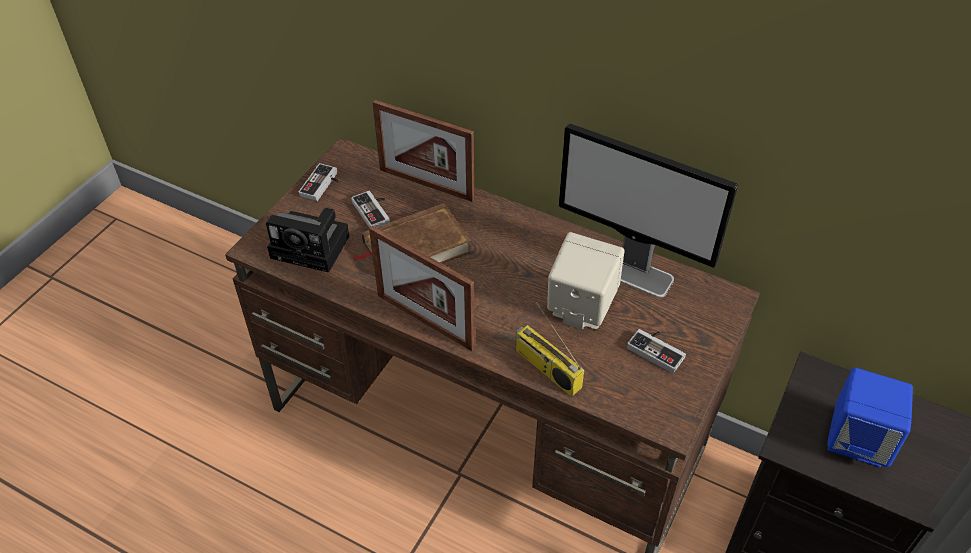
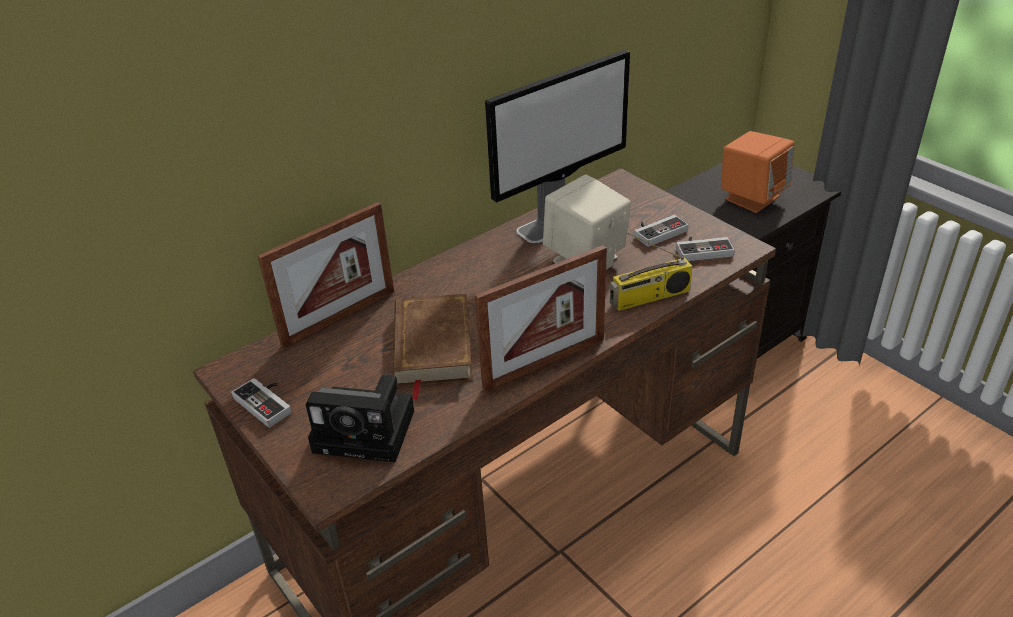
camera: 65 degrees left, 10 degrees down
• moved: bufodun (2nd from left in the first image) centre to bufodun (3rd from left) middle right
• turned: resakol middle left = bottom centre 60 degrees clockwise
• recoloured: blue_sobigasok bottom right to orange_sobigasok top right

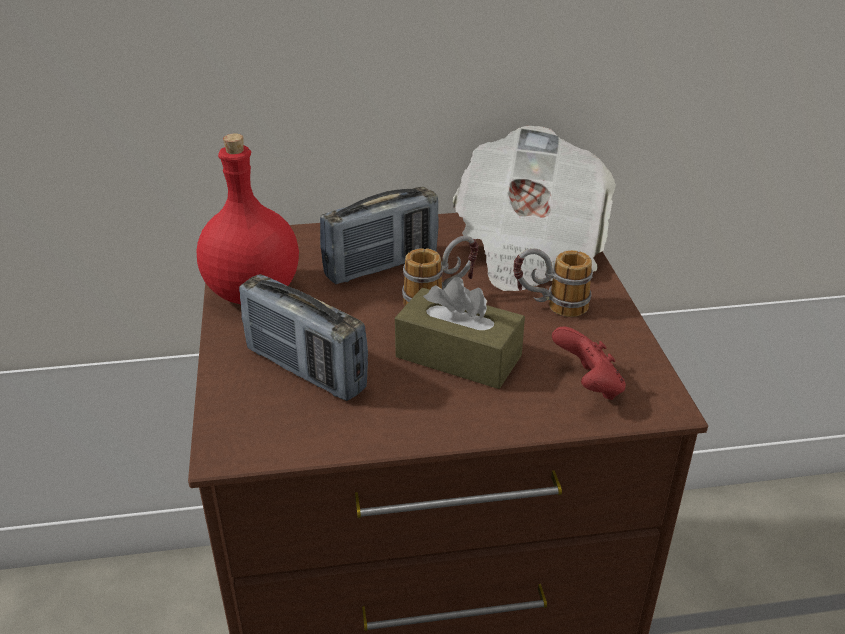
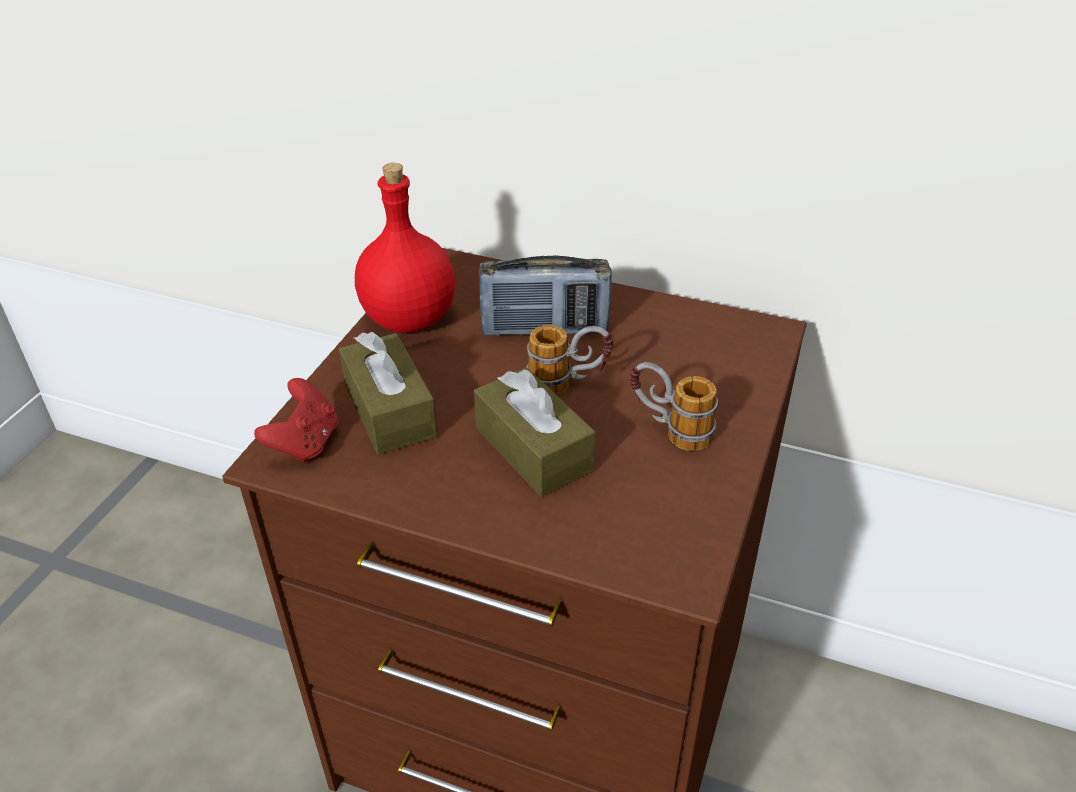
camera: 30 degrees right, 5 degrees up
• removed: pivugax top centre
• replaced: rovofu (1st from left) centre to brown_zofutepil (1st from left) centre
• moved: red_bufodun middle right to middle left

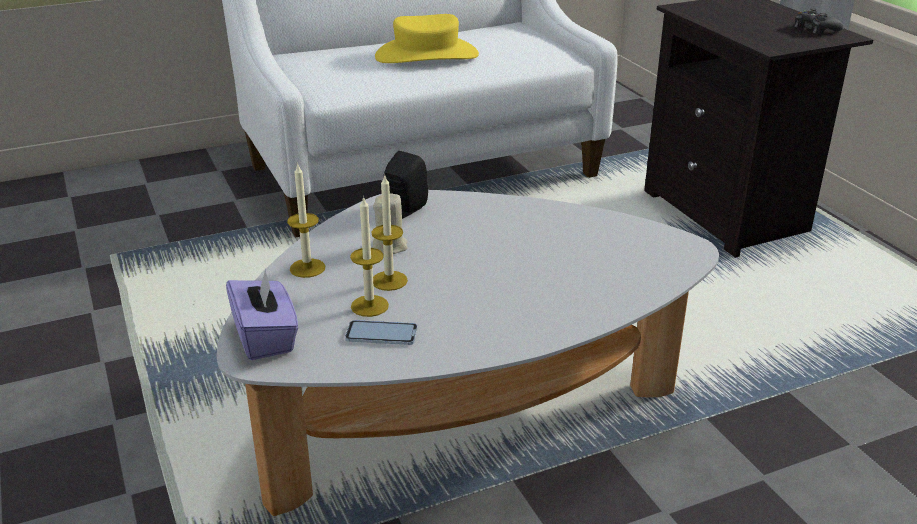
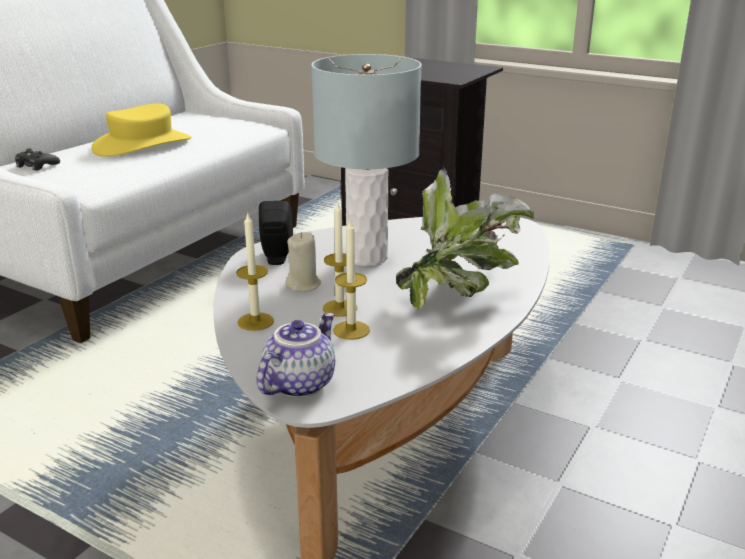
camera: 35 degrees left, 5 degrees down
• moved: black_bufodun top right to top left
• replaced: purple_zofutepil middle left to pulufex centre
• removed: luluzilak centre
• added: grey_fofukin top centre
• added: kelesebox centre

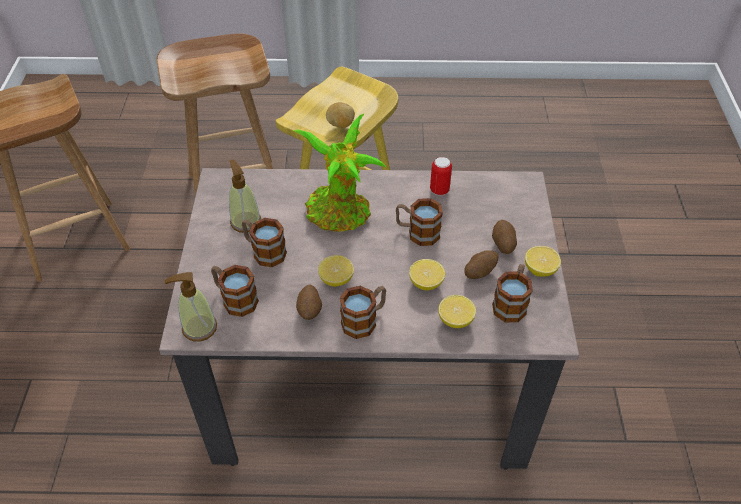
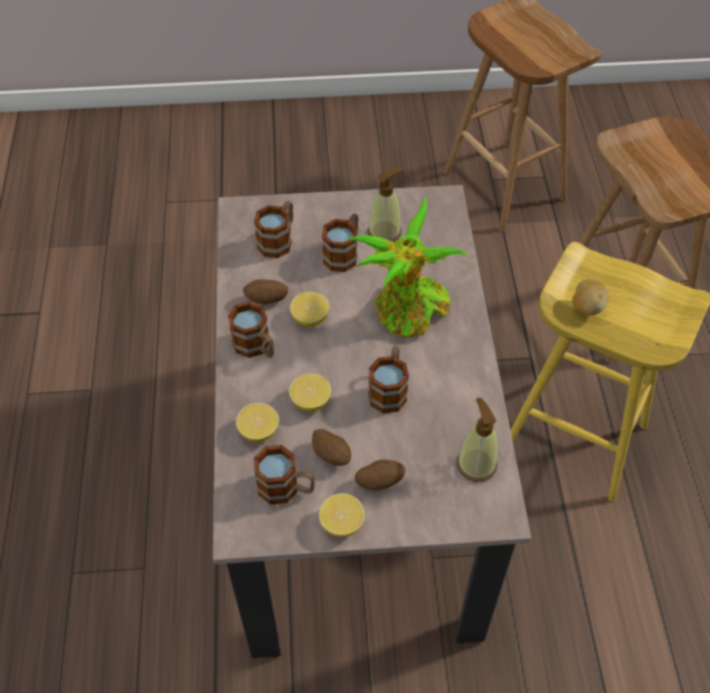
camera: 85 degrees right, 5 degrees up
• removed: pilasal centre
• moved: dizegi (1st from left in the first image) middle left to dizegi (2nd from left) middle right

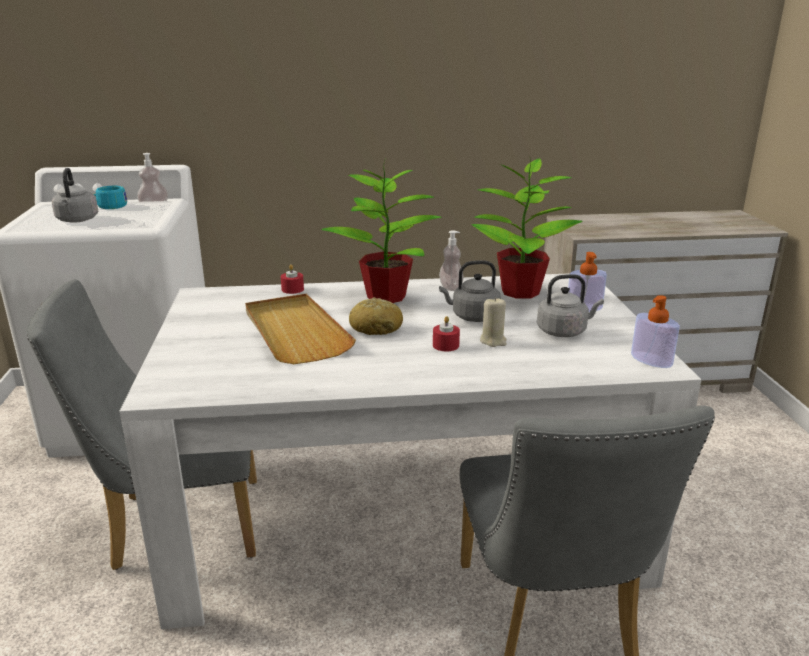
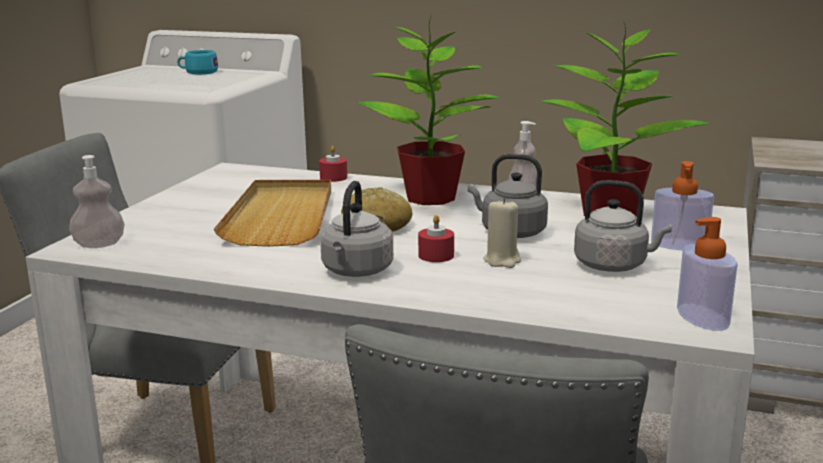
camera: 25 degrees right, 5 degrees down
• moved: dizegi (1st from left) top left to middle left
• moved: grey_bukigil (1st from left) top left to centre

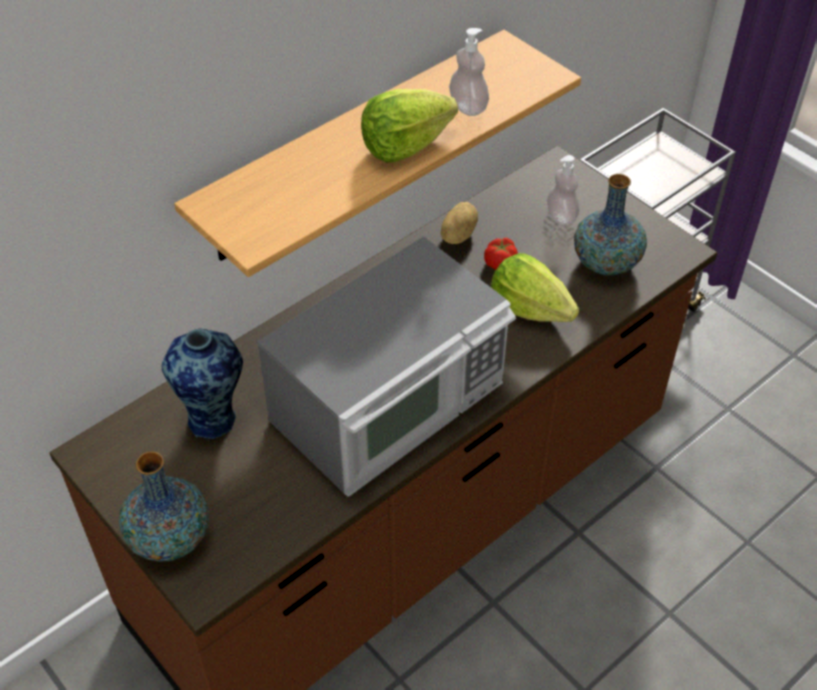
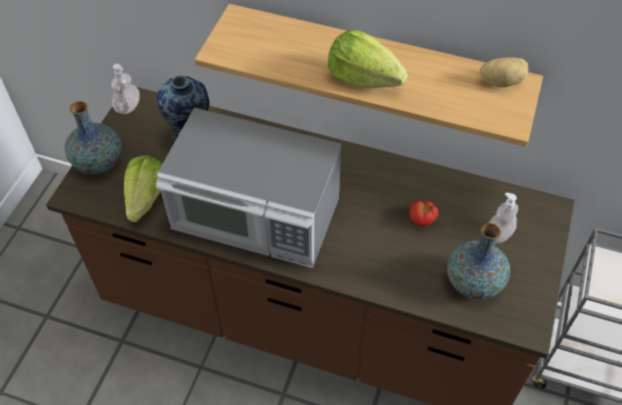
camera: 60 degrees right, 5 degrees up
• moved: dizegi (1st from left) top centre to top left
• moved: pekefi top centre to top right
• moved: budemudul (2nd from left in the first image) centre to budemudul (1st from left) middle left

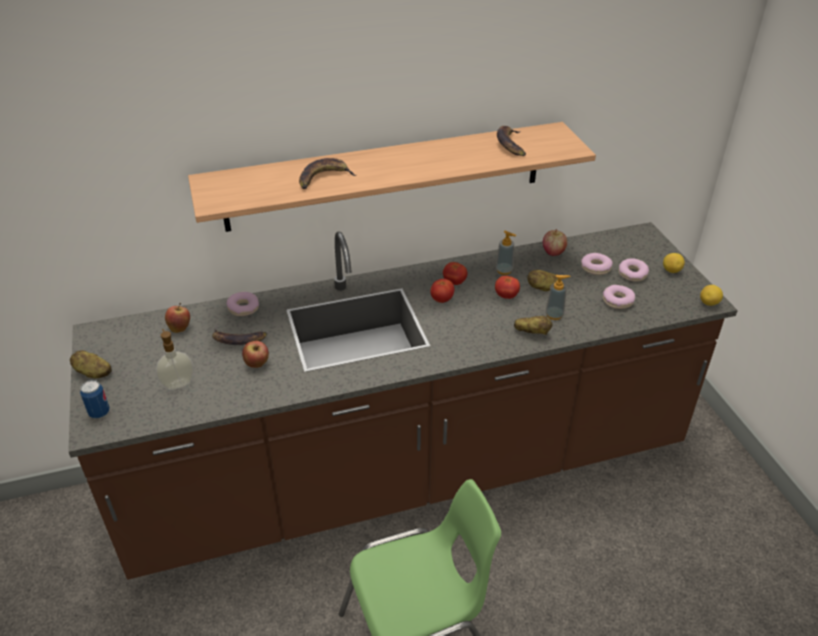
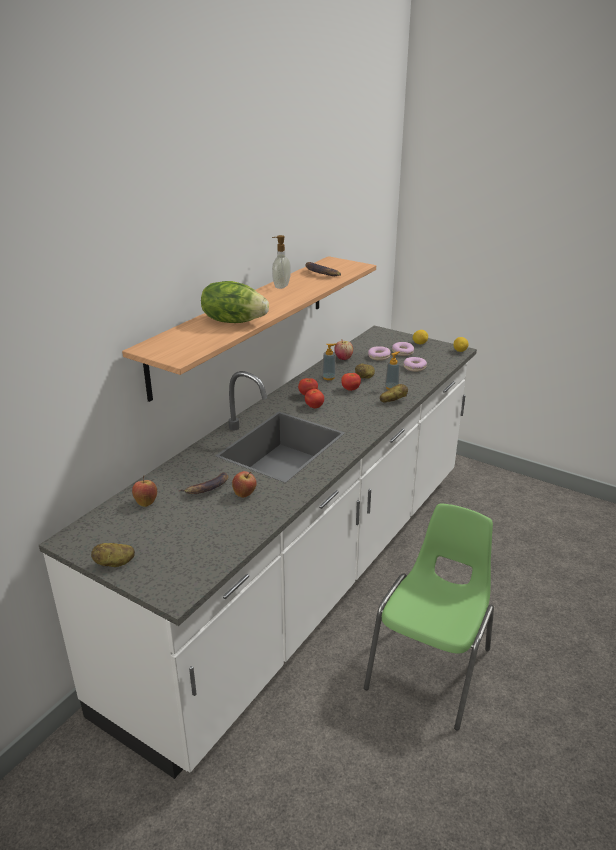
camera: 40 degrees left, 10 degrees down
• replaced: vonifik (2nd from left) top centre to budemudul centre
• recoloured: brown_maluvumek centre to white_maluvumek centre
• removed: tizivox (1st from left) middle left
• moved: dizegi (1st from left) middle left to top centre
• removed: pilasal middle left

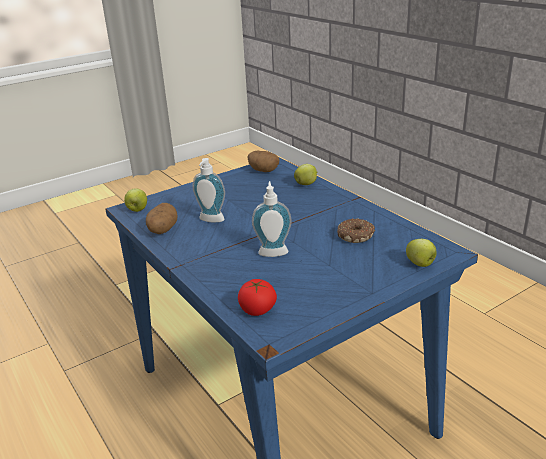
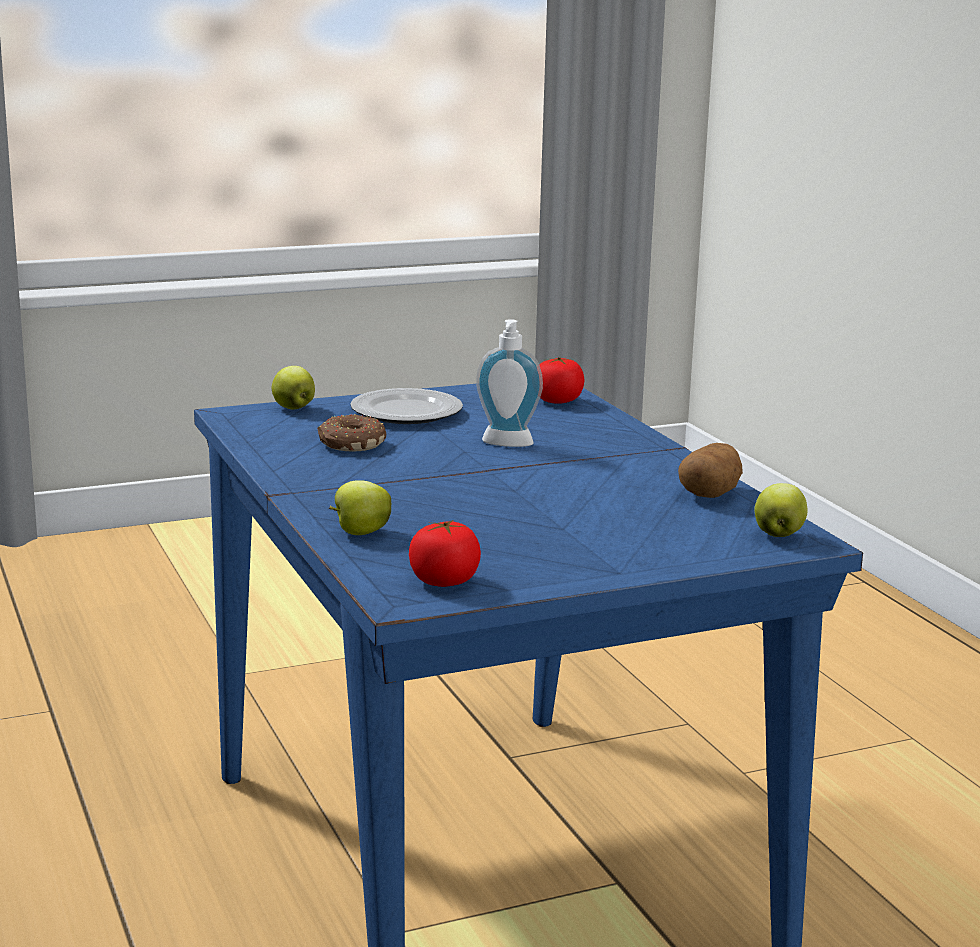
camera: 170 degrees left, 10 degrees down
• replaced: pekefi (2nd from left) centre to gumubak (1st from left) centre
• removed: dizegi (1st from left) centre
• added: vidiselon centre

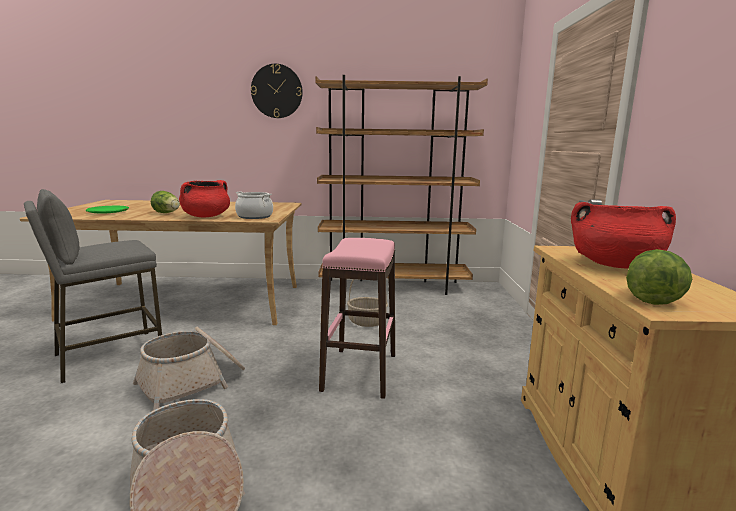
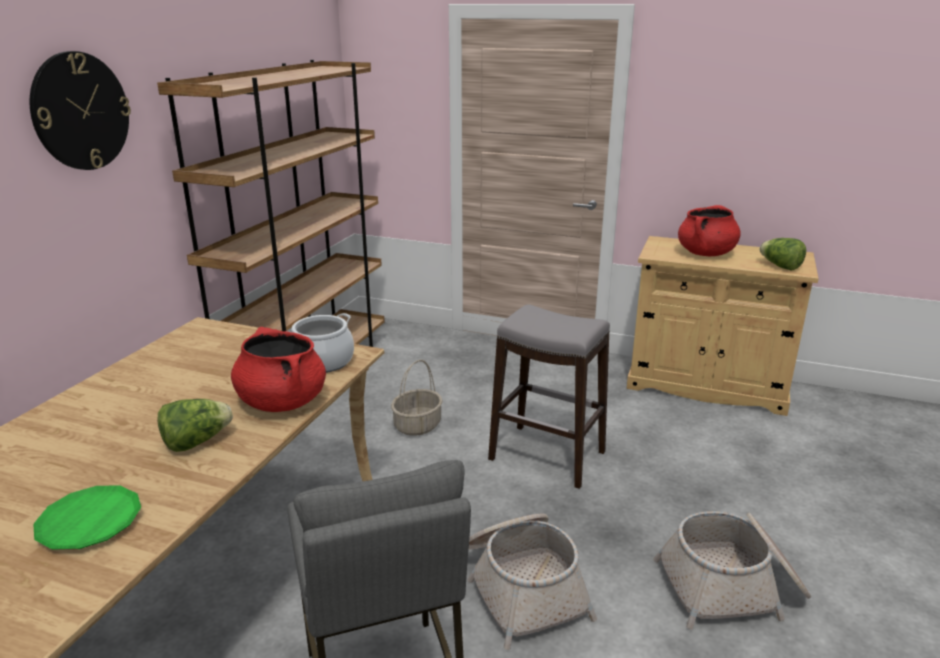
camera: 70 degrees left, 10 degrees up
• recoloured: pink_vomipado centre to grey_vomipado (2nd from left) centre

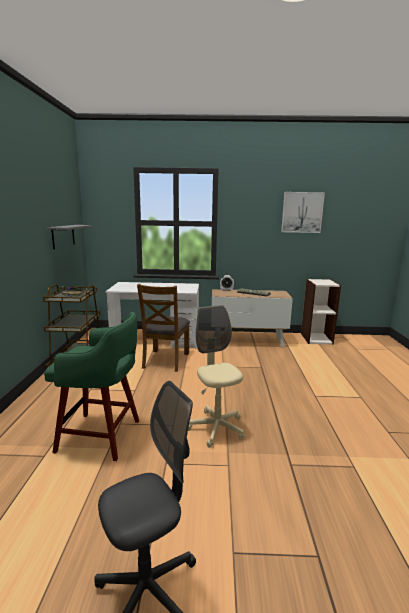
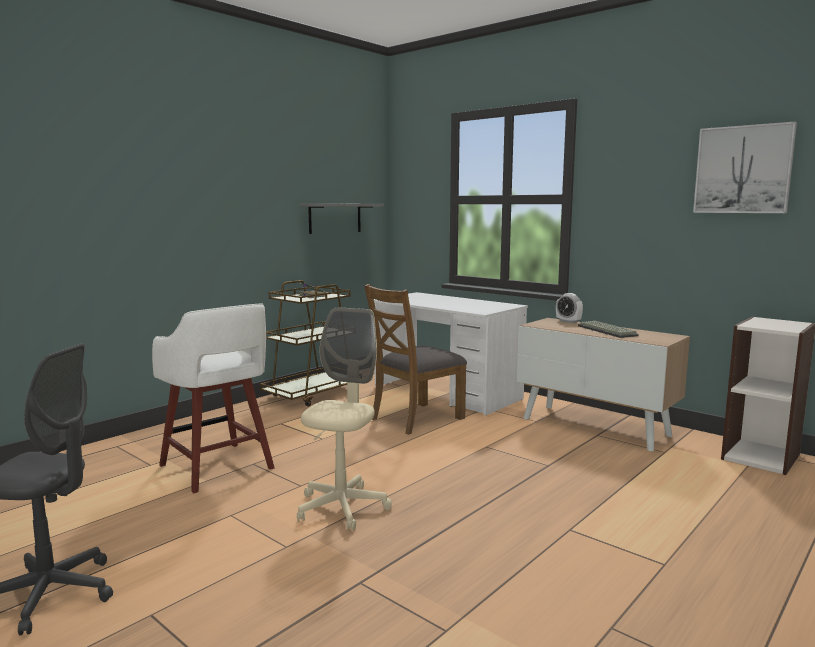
camera: 40 degrees right, 5 degrees down
• recoloured: green_vomipado middle left to white_vomipado middle left

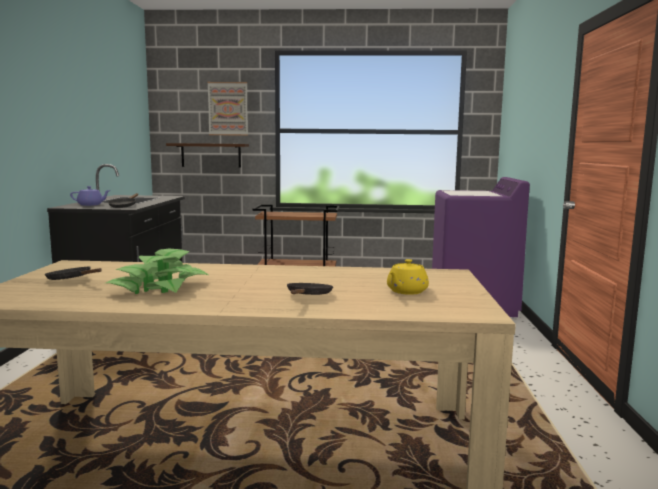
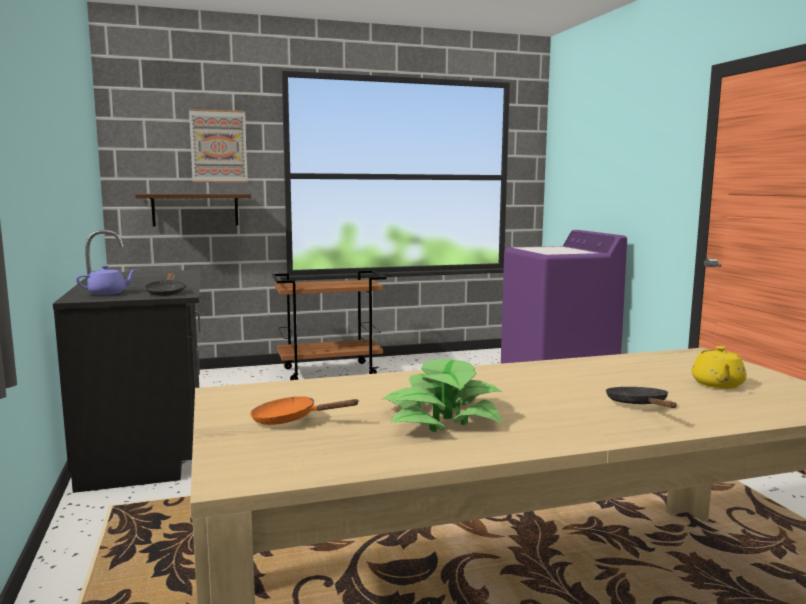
camera: 20 degrees left, 0 degrees up
• recoloured: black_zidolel (1st from left) middle left to orange_zidolel bottom centre

